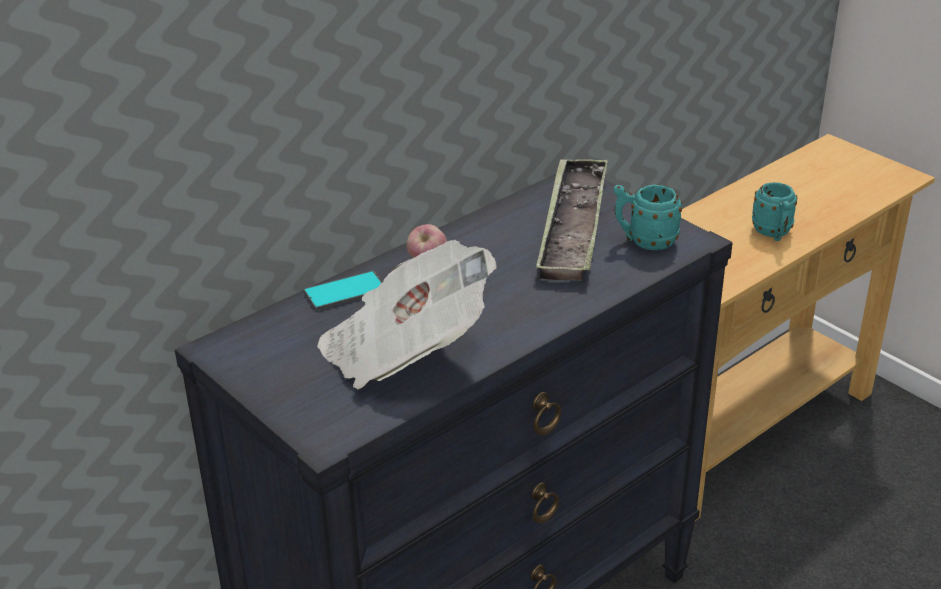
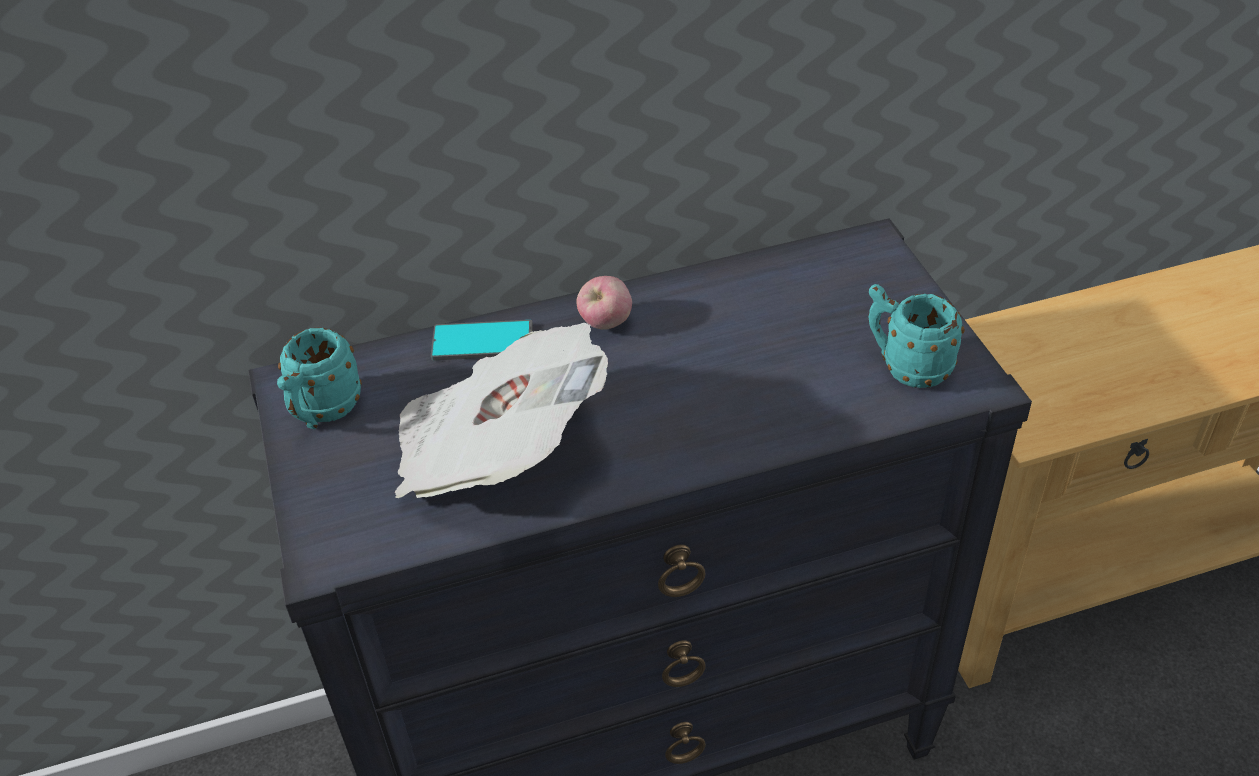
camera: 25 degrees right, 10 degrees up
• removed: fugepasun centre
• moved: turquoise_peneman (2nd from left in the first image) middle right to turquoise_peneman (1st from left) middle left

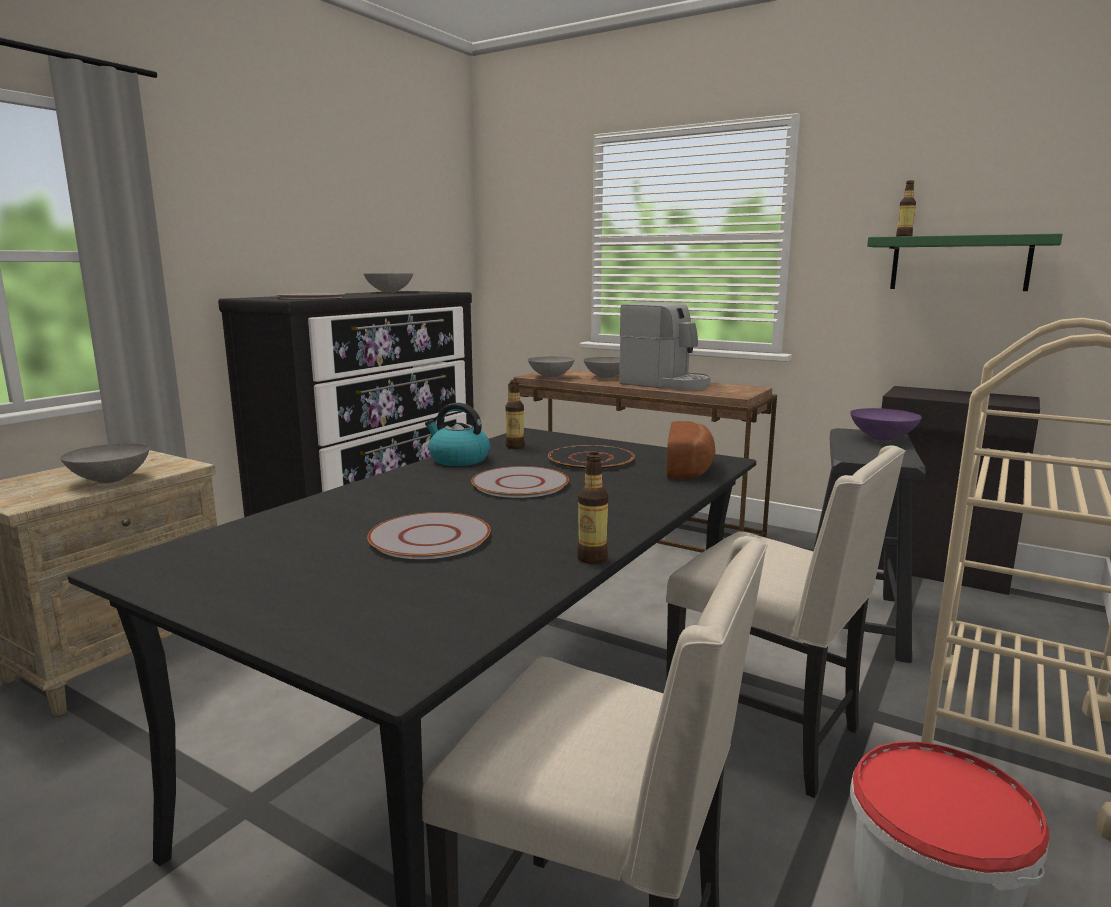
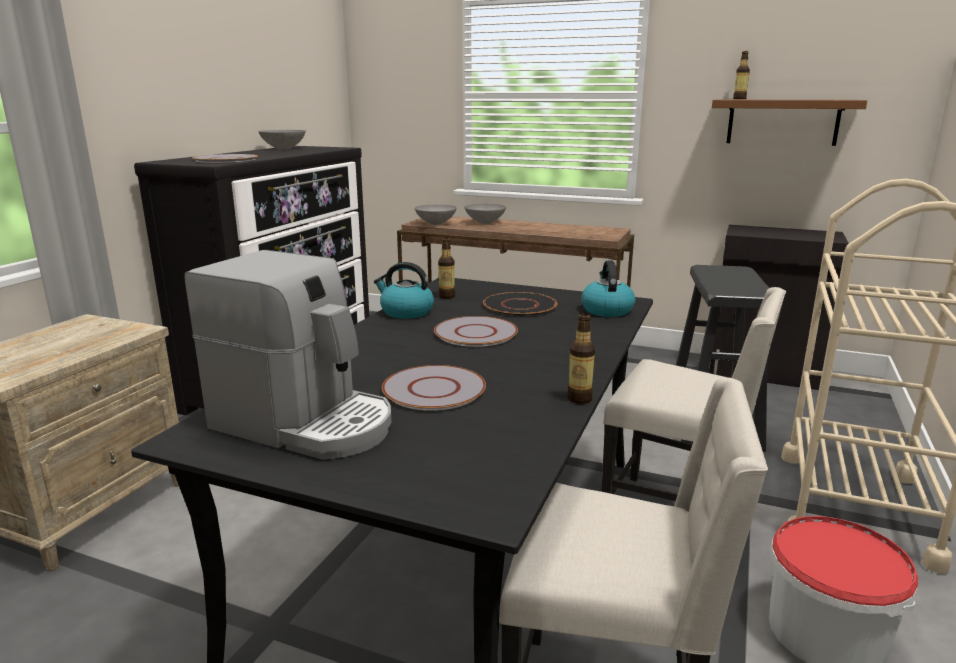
camera: 10 degrees left, 5 degrees up
• recoloured: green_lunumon top right to brown_lunumon top right
• moved: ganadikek centre to middle left
• removed: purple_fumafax middle right
• replaced: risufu centre to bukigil (2nd from left) centre
• removed: grey_fumafax (1st from left) middle left

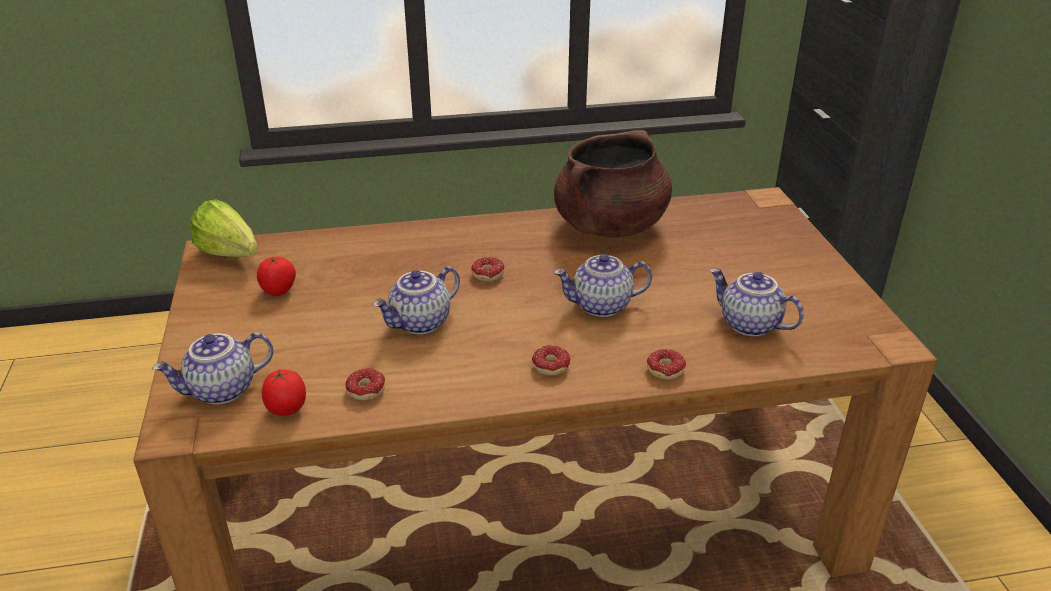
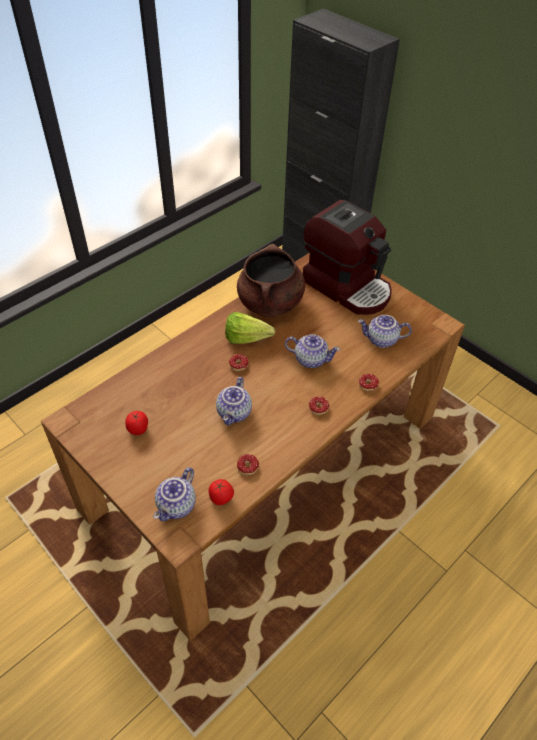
camera: 35 degrees left, 15 degrees up
• moved: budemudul middle left to centre
• turned: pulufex (3rd from left) centre = centre 120 degrees counterclockwise
• added: ganadikek centre

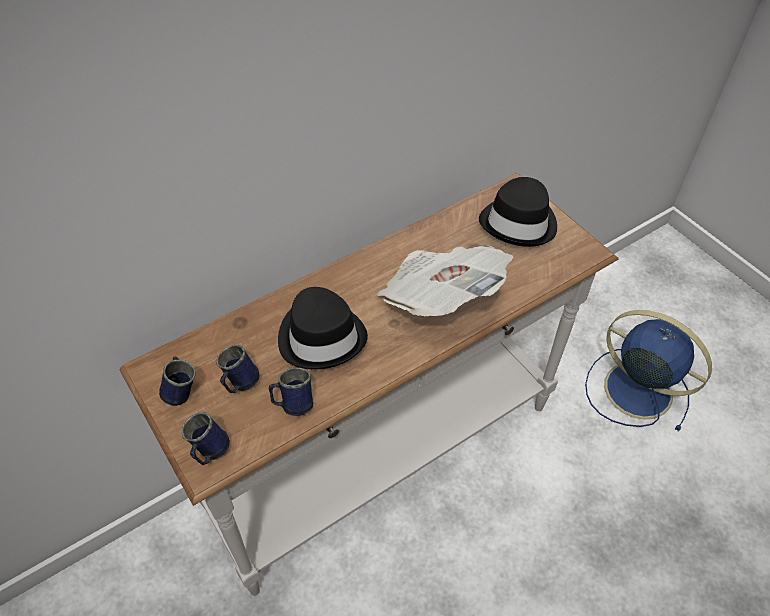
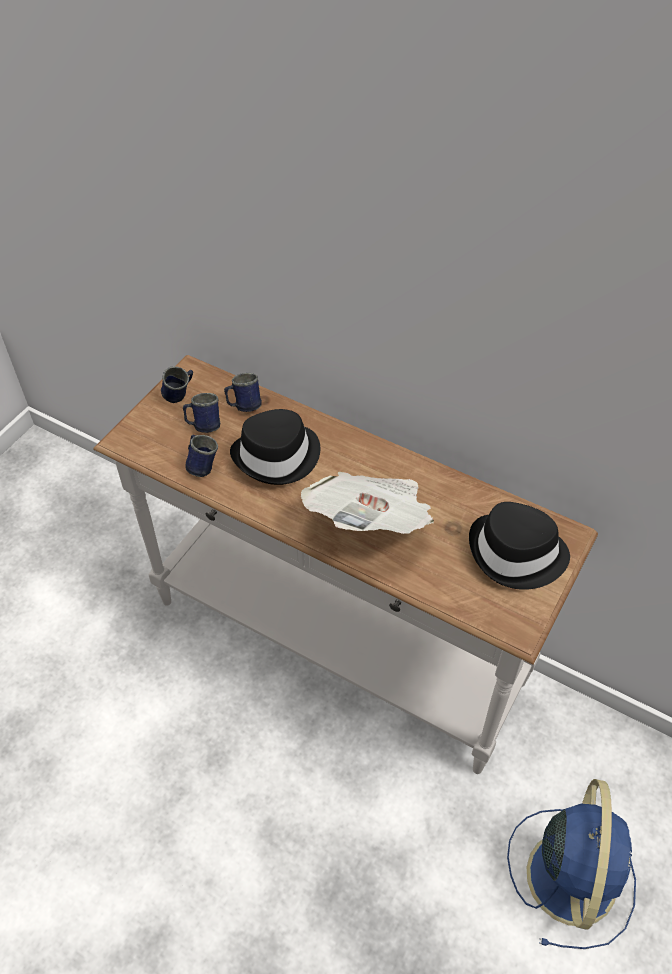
camera: 65 degrees right, 0 degrees up
• moved: blue_peneman (2nd from left in the first image) bottom left to blue_peneman (4th from left) centre

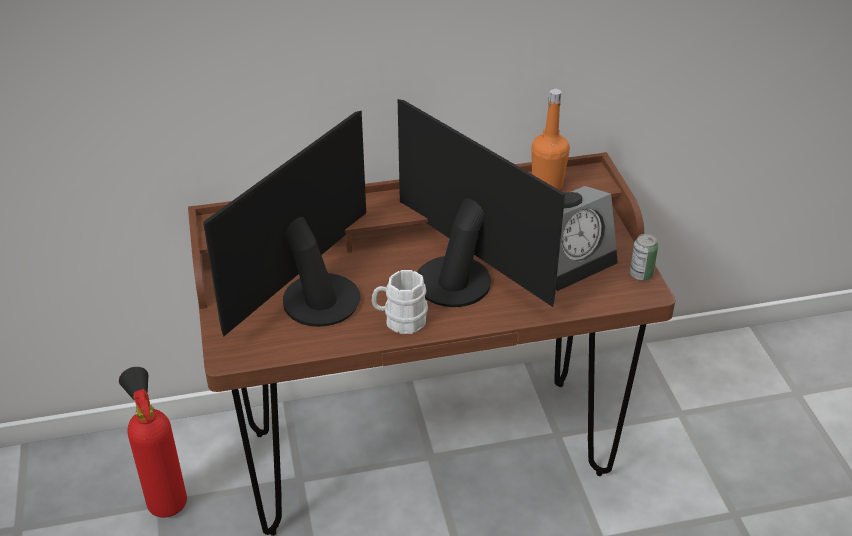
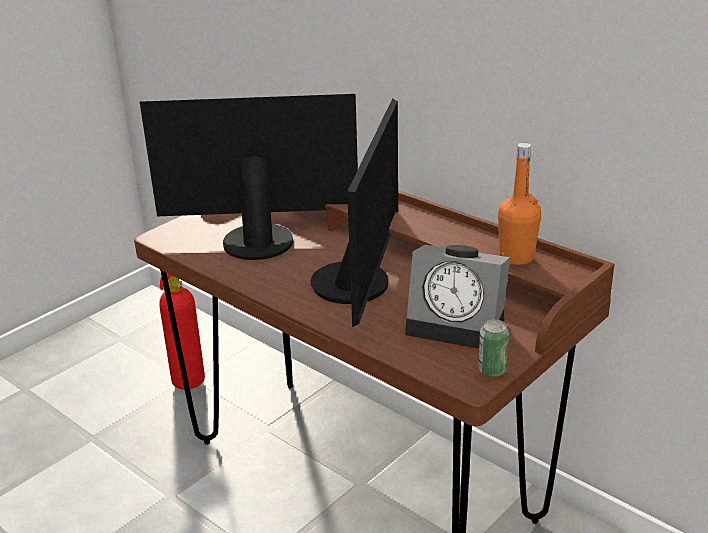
camera: 55 degrees right, 10 degrees down
• removed: white_peneman centre

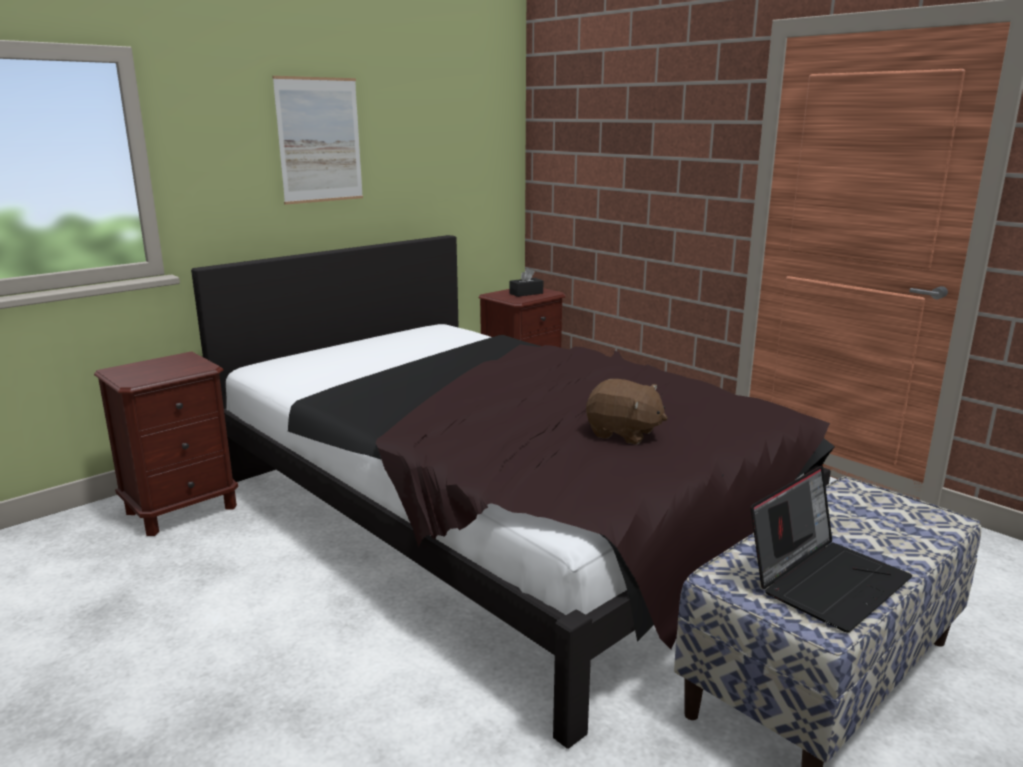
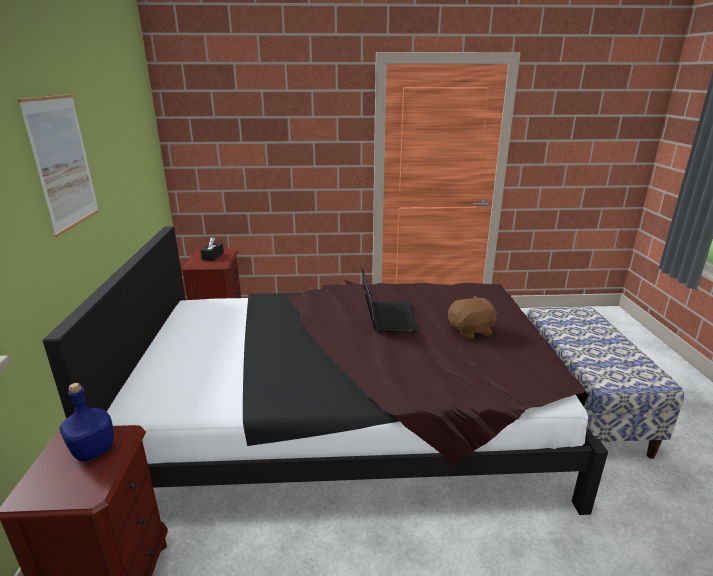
camera: 50 degrees left, 5 degrees up
• moved: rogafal bottom right to centre
• added: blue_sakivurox bottom left

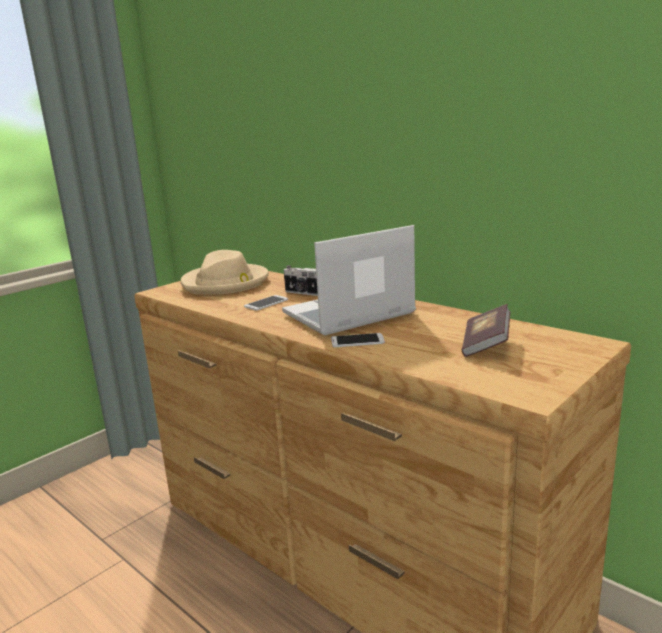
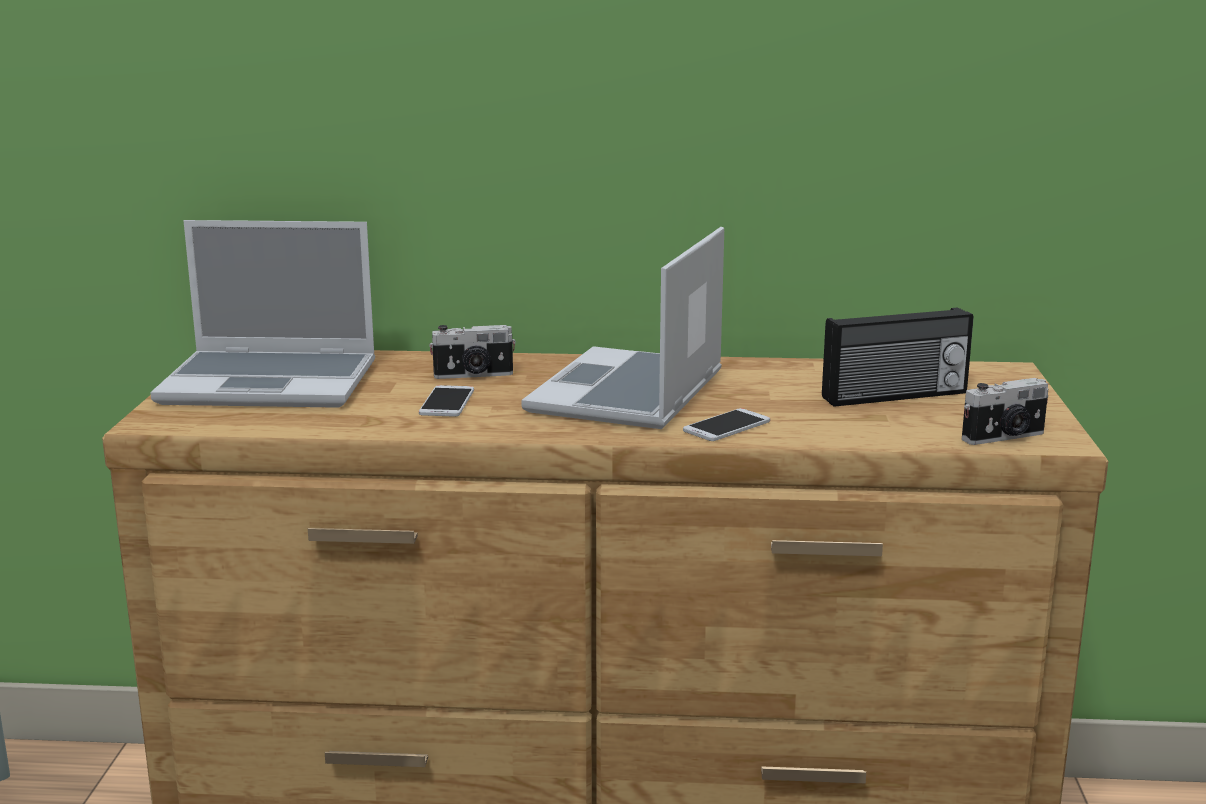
camera: 40 degrees left, 0 degrees up
• replaced: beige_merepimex centre to rogafal (1st from left) middle left
• replaced: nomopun middle right to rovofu middle right
• added: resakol (2nd from left) middle right

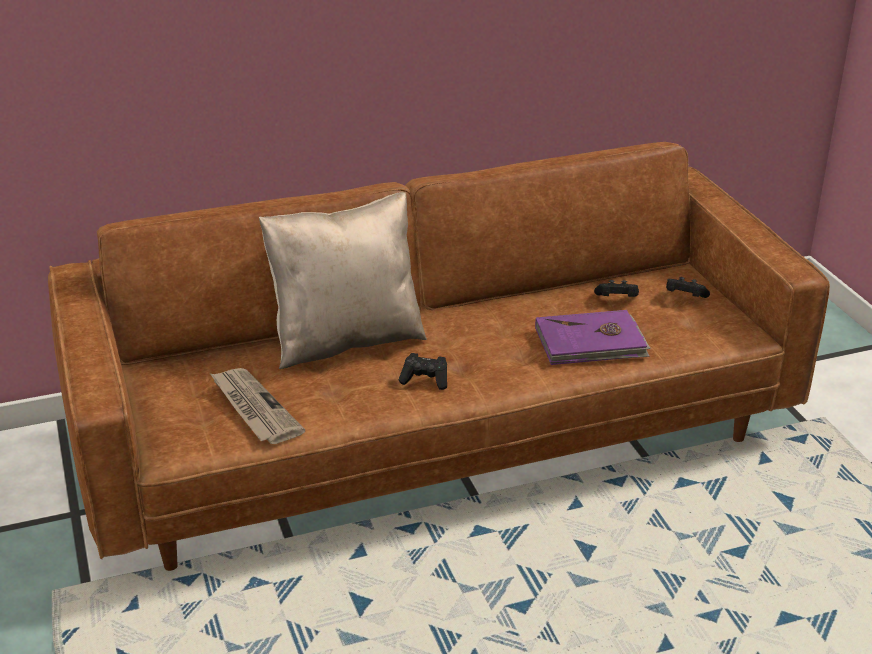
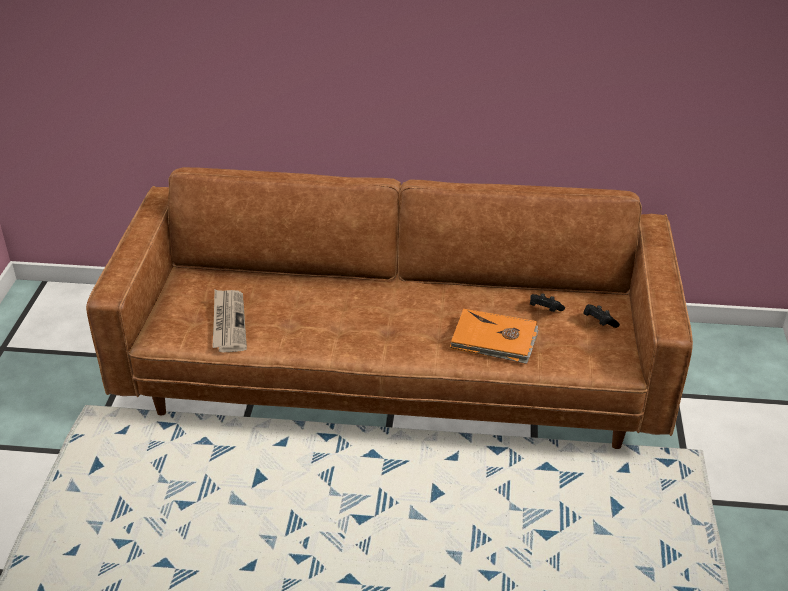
camera: 25 degrees right, 5 degrees up
• removed: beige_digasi centre
• recoloured: purple_nomopun middle right to orange_nomopun centre
• removed: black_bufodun (1st from left) centre

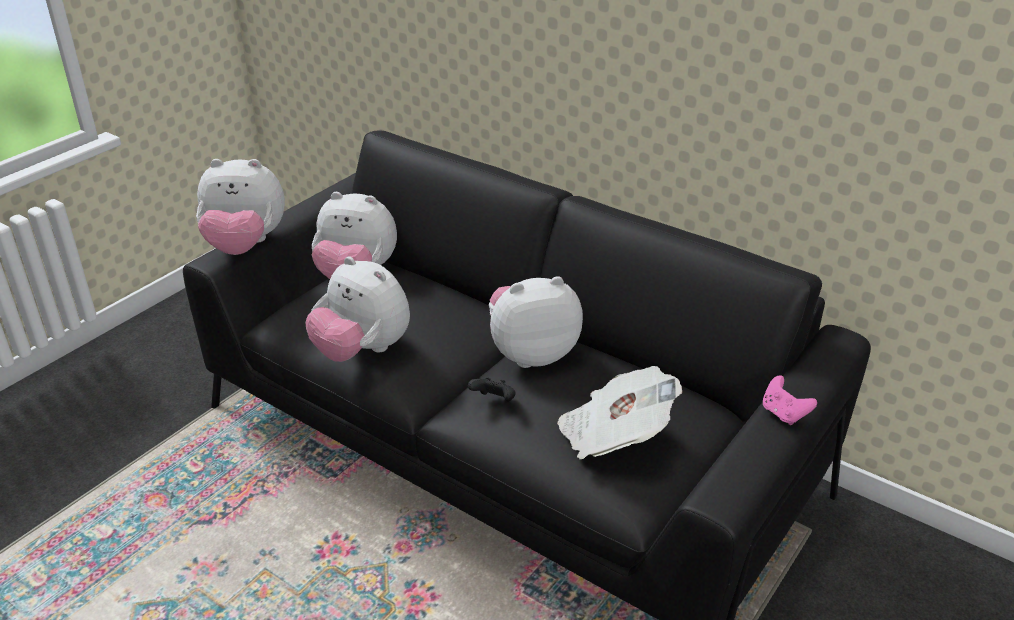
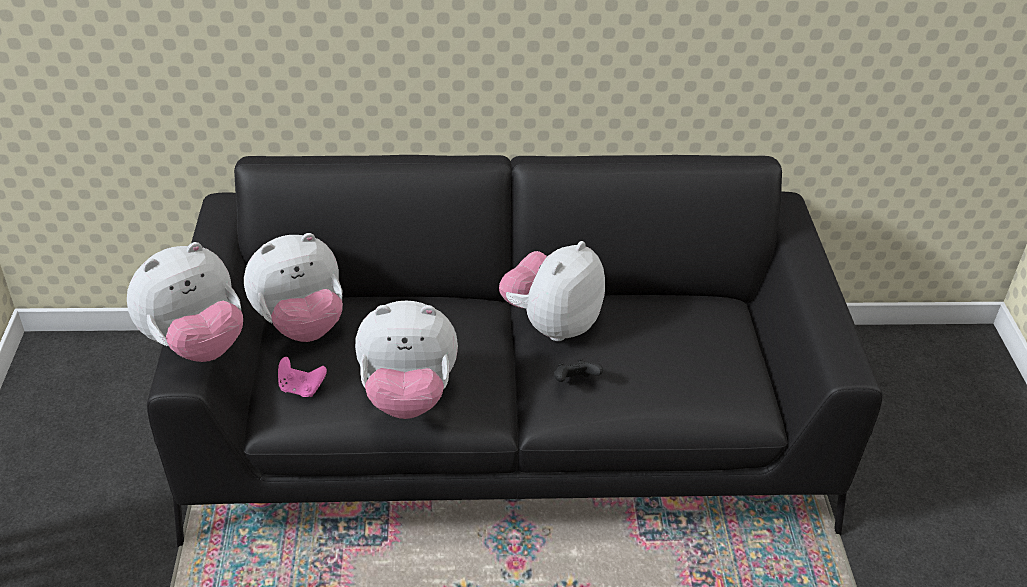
camera: 40 degrees left, 5 degrees up
• removed: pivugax centre
• moved: pink_bufodun middle right to middle left

